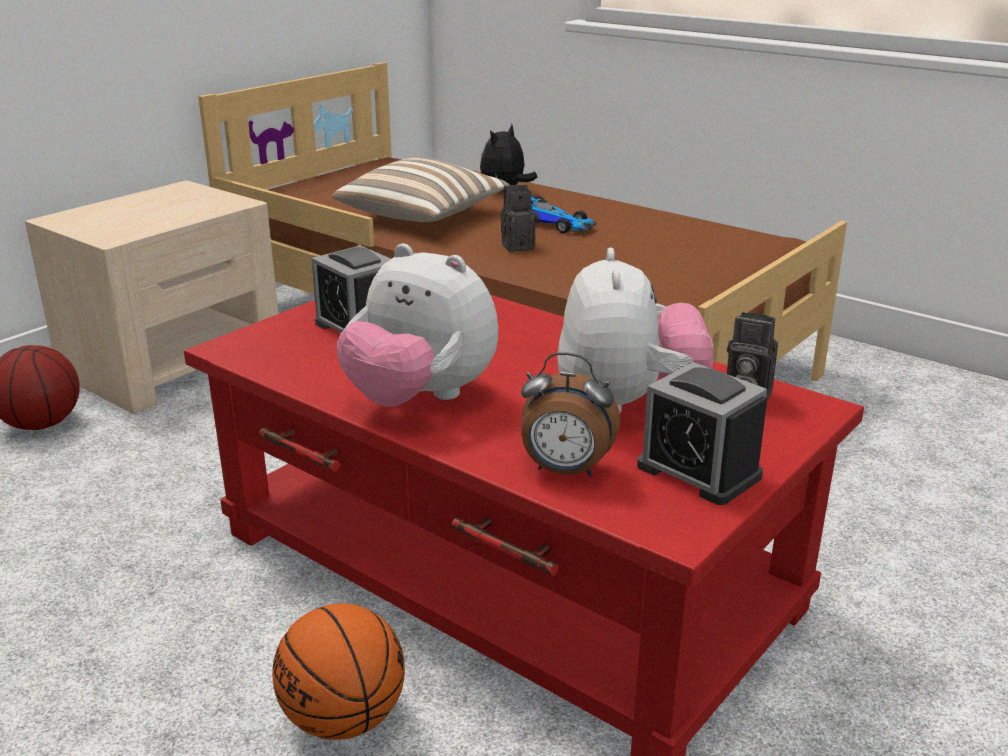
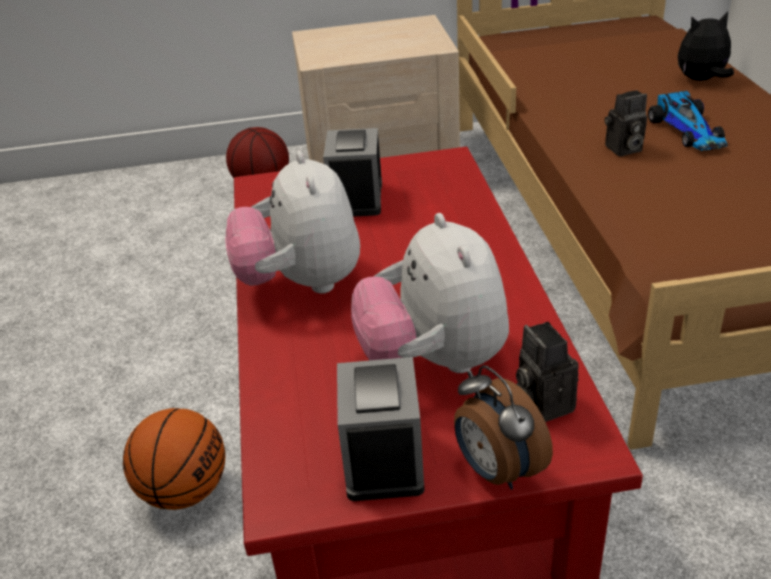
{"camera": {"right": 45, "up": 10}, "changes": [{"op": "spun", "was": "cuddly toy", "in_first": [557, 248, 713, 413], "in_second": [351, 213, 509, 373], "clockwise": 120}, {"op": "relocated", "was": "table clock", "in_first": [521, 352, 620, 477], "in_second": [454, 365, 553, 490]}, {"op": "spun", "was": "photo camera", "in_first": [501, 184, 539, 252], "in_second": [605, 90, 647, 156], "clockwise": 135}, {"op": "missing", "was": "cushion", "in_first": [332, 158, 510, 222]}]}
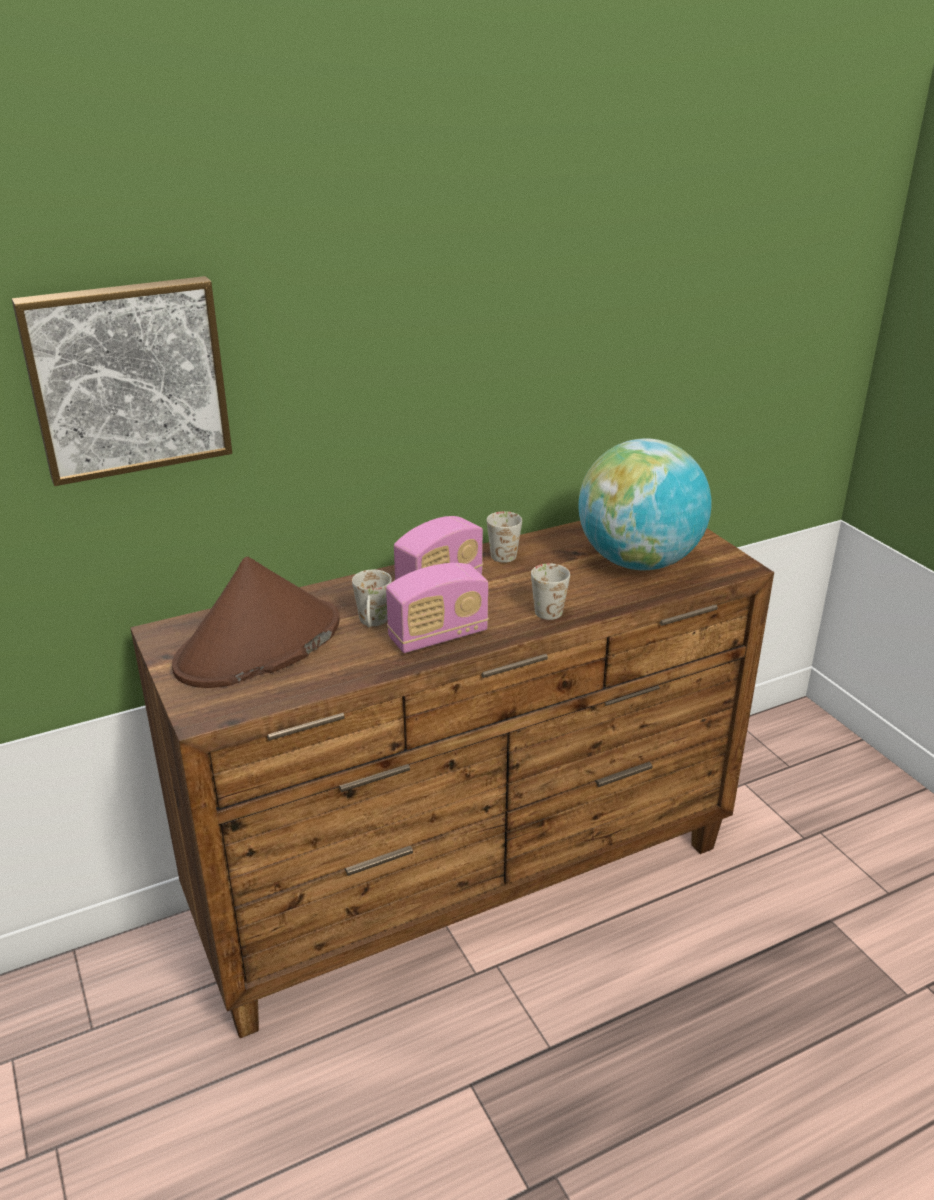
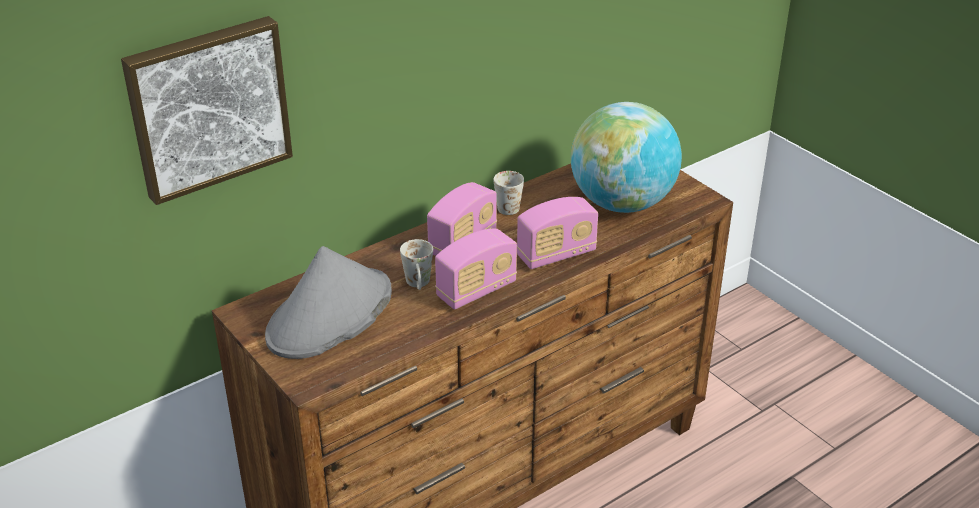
{"camera": {"right": -10, "up": 5}, "changes": [{"op": "colour", "was": "brown-coloured wearable hat", "now": "gray wearable hat", "in_first": [172, 557, 340, 688], "in_second": [265, 246, 392, 359]}, {"op": "exchanged", "was": "whitish coffee mug", "now": "radio set", "in_first": [531, 564, 570, 620], "in_second": [517, 197, 598, 269]}]}
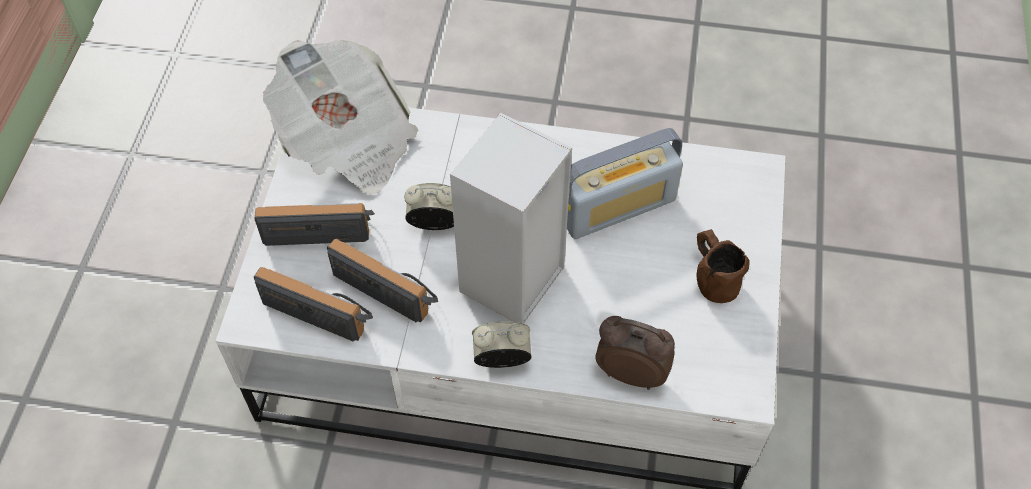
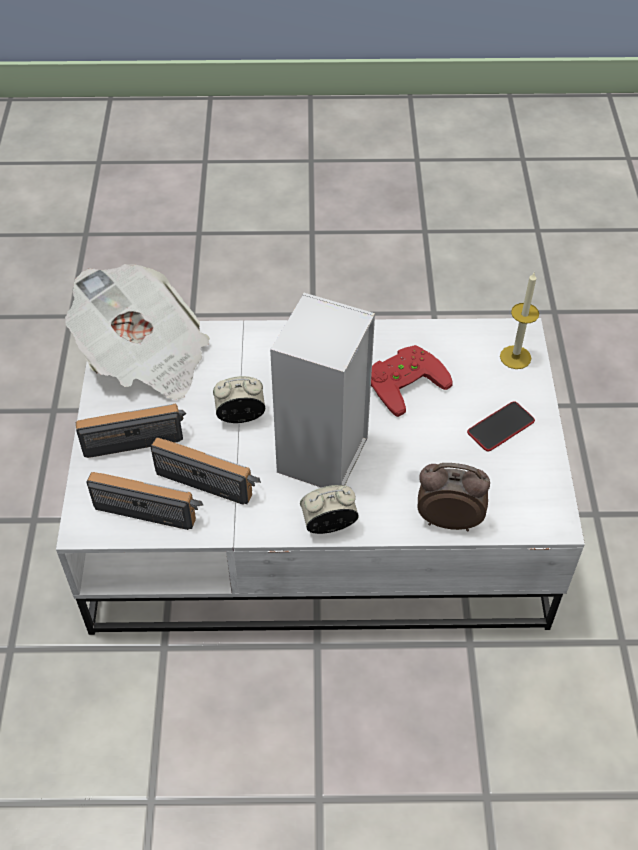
{"camera": {"right": -10, "up": -5}, "changes": [{"op": "exchanged", "was": "radio set", "now": "reddish joypad", "in_first": [567, 128, 683, 239], "in_second": [371, 345, 453, 417]}, {"op": "exchanged", "was": "brown-coloured coffee mug", "now": "telephone", "in_first": [696, 229, 750, 303], "in_second": [467, 401, 535, 451]}, {"op": "appeared", "now": "wax light", "in_second": [500, 273, 539, 369]}]}
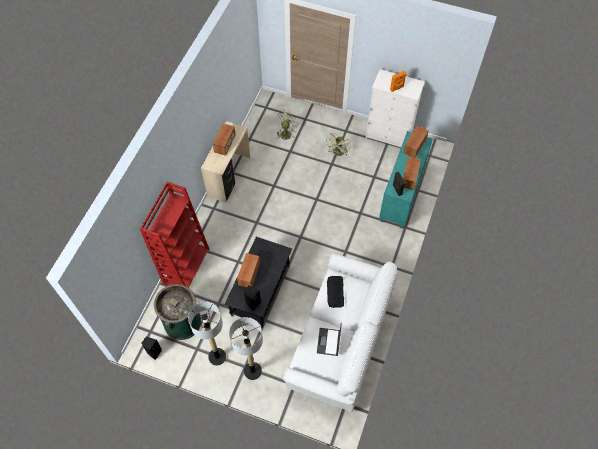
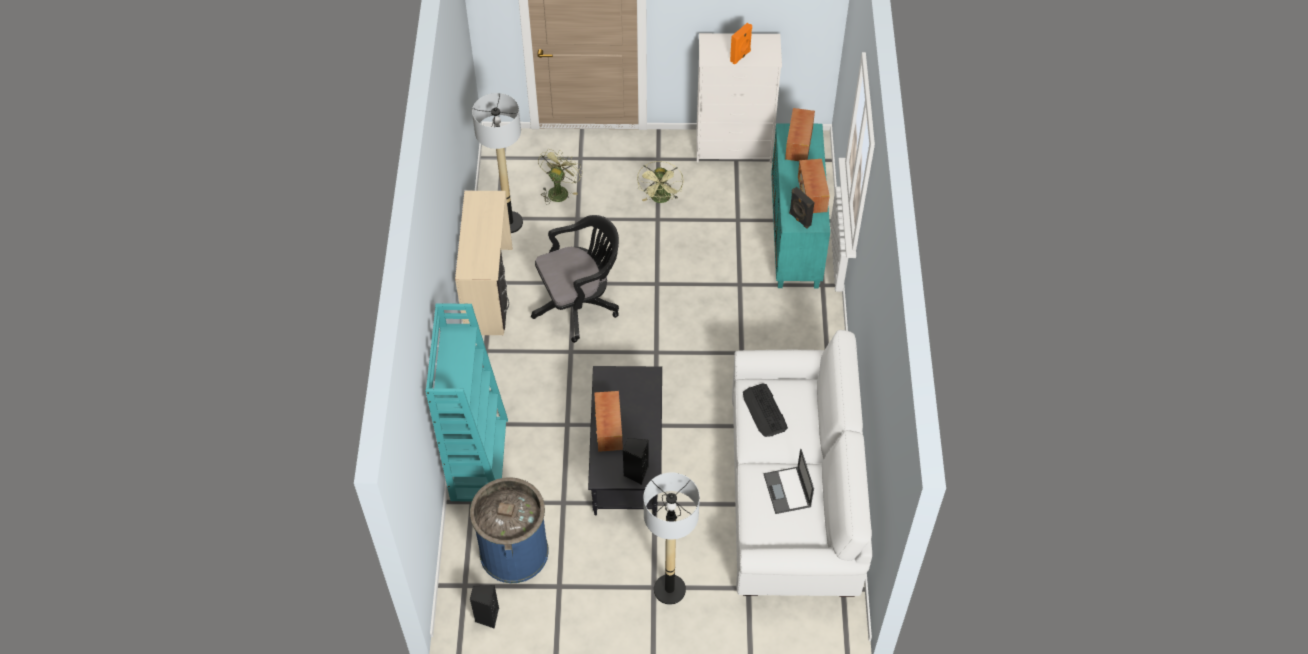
{"camera": {"right": -20, "up": -5}, "changes": [{"op": "colour", "was": "reddish bookcase", "now": "turquoise-coloured bookcase", "in_first": [140, 182, 209, 288], "in_second": [426, 303, 508, 501]}, {"op": "colour", "was": "green-coloured trash can", "now": "bluish trash can", "in_first": [154, 284, 201, 340], "in_second": [470, 477, 549, 583]}, {"op": "relocated", "was": "standing lamp", "in_first": [188, 302, 226, 366], "in_second": [472, 93, 523, 233]}, {"op": "appeared", "now": "black desk chair", "in_second": [531, 215, 619, 343]}, {"op": "missing", "was": "radio set", "in_first": [213, 123, 236, 156]}]}
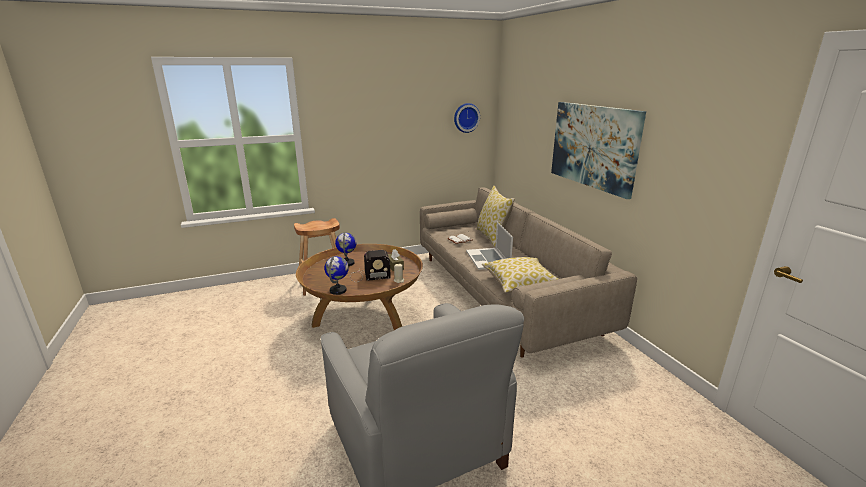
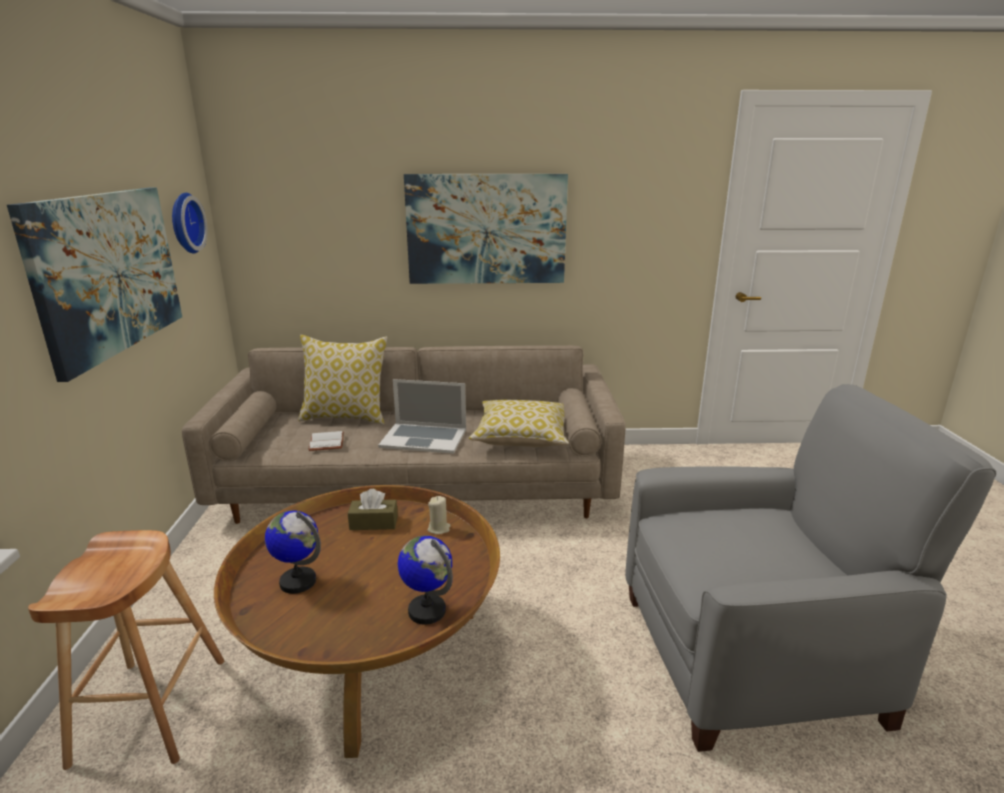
{"camera": {"right": -70, "up": 0}, "changes": [{"op": "appeared", "now": "wall picture", "in_second": [7, 188, 182, 382]}, {"op": "missing", "was": "radio set", "in_first": [350, 250, 391, 282]}]}
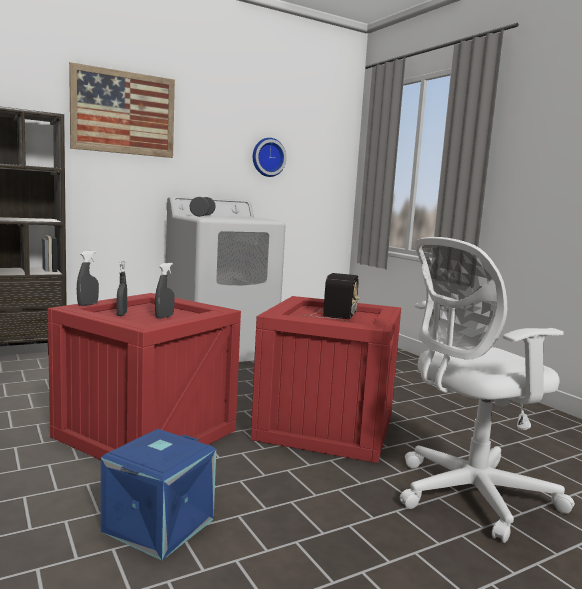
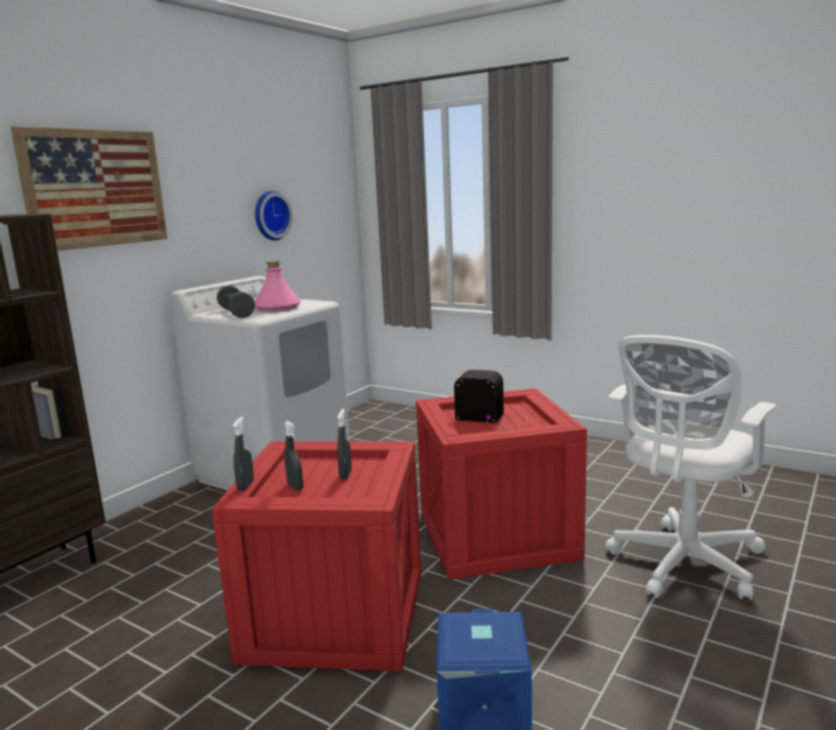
{"camera": {"right": -25, "up": 5}, "changes": [{"op": "appeared", "now": "pink drink bottle", "in_second": [255, 261, 301, 312]}, {"op": "spun", "was": "radio set", "in_first": [301, 273, 360, 322], "in_second": [454, 370, 528, 430], "clockwise": -60}]}
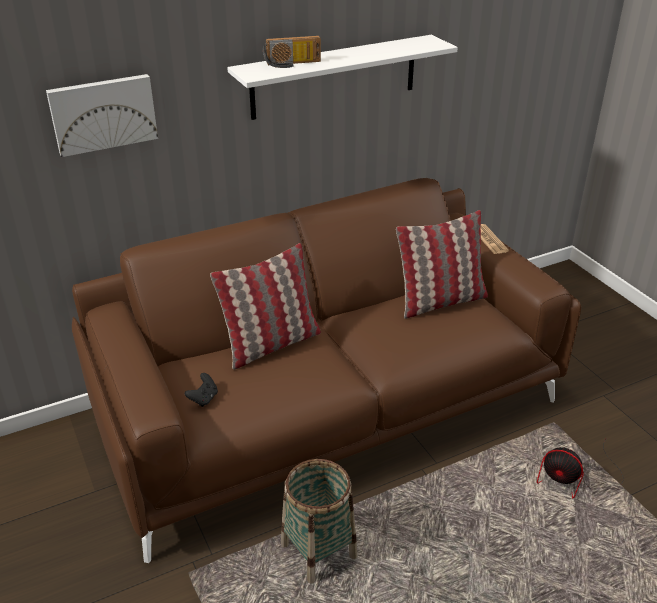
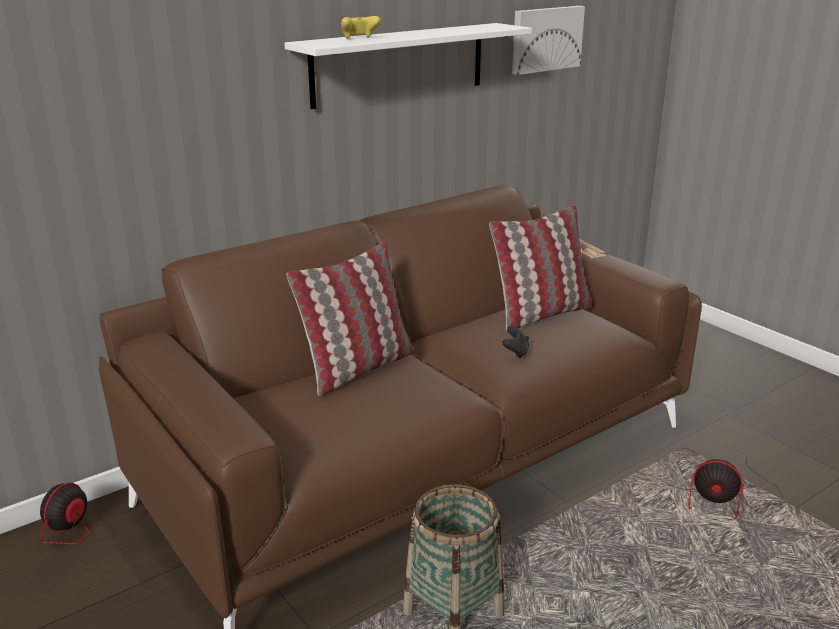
{"camera": {"right": -10, "up": -10}, "changes": [{"op": "appeared", "now": "cooling fan", "in_second": [31, 483, 139, 594]}, {"op": "exchanged", "was": "radio set", "now": "yellow joypad", "in_first": [263, 36, 321, 68], "in_second": [341, 16, 381, 39]}, {"op": "relocated", "was": "black joypad", "in_first": [185, 373, 218, 407], "in_second": [503, 326, 530, 358]}, {"op": "relocated", "was": "wall picture", "in_first": [46, 74, 158, 157], "in_second": [512, 6, 585, 75]}]}
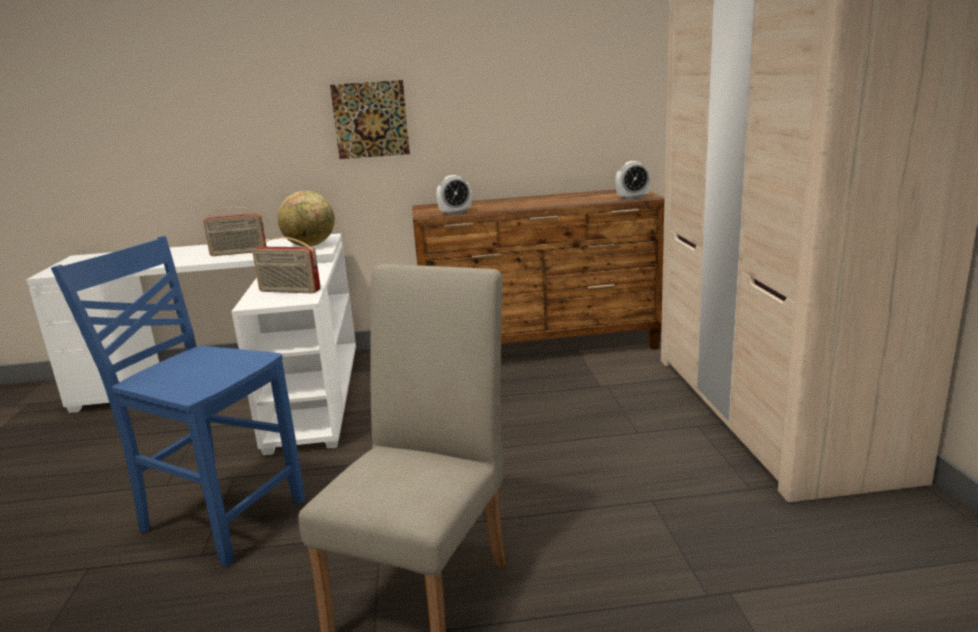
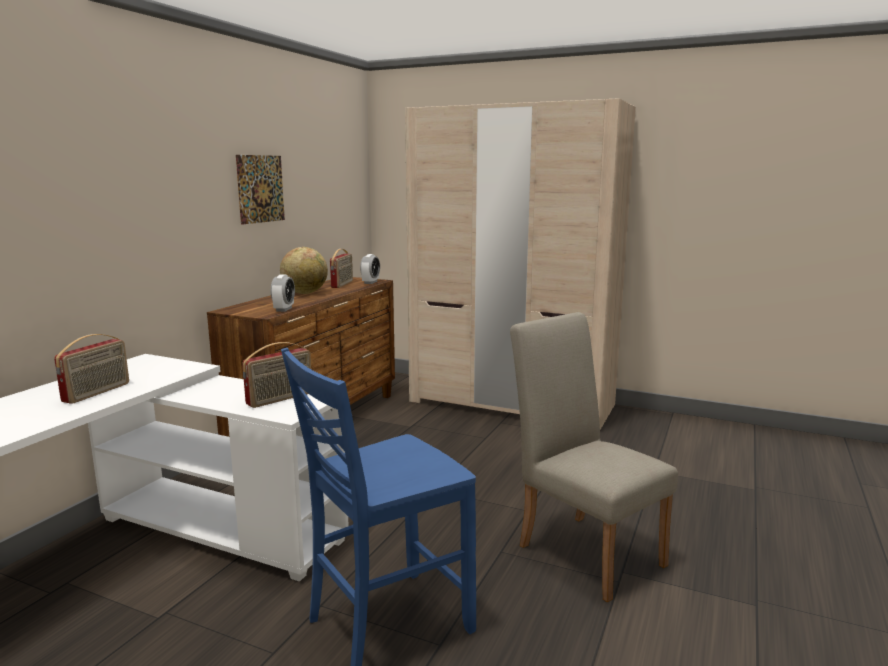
{"camera": {"right": -60, "up": -5}, "changes": [{"op": "relocated", "was": "wall picture", "in_first": [330, 80, 410, 159], "in_second": [236, 155, 285, 225]}, {"op": "relocated", "was": "world globe", "in_first": [277, 191, 335, 247], "in_second": [280, 247, 328, 294]}, {"op": "appeared", "now": "radio set", "in_second": [330, 249, 353, 288]}]}
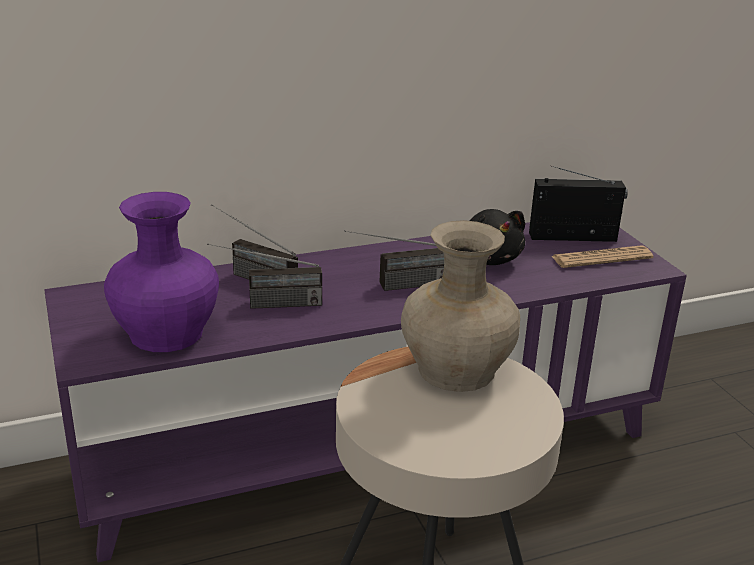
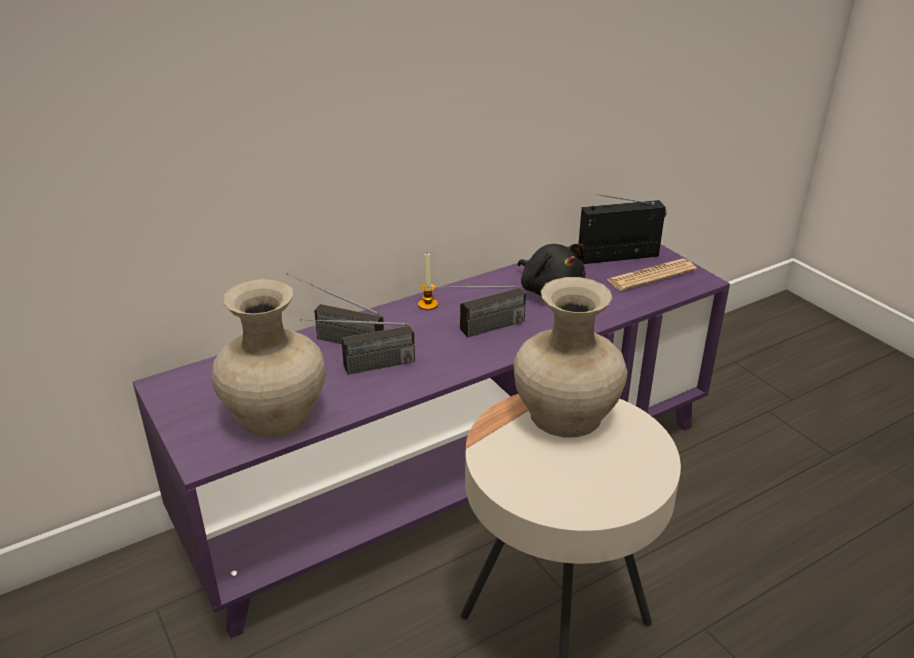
{"camera": {"right": -10, "up": 5}, "changes": [{"op": "colour", "was": "purple-coloured vase", "now": "beige-coloured vase", "in_first": [104, 192, 219, 352], "in_second": [212, 278, 325, 437]}, {"op": "appeared", "now": "wax light", "in_second": [418, 253, 438, 310]}]}
